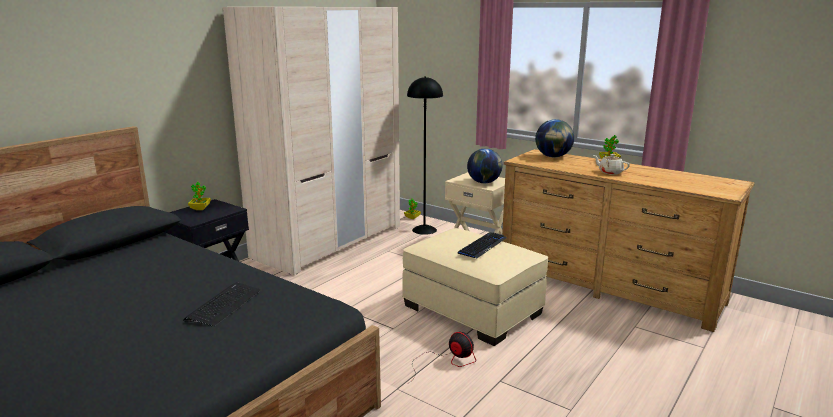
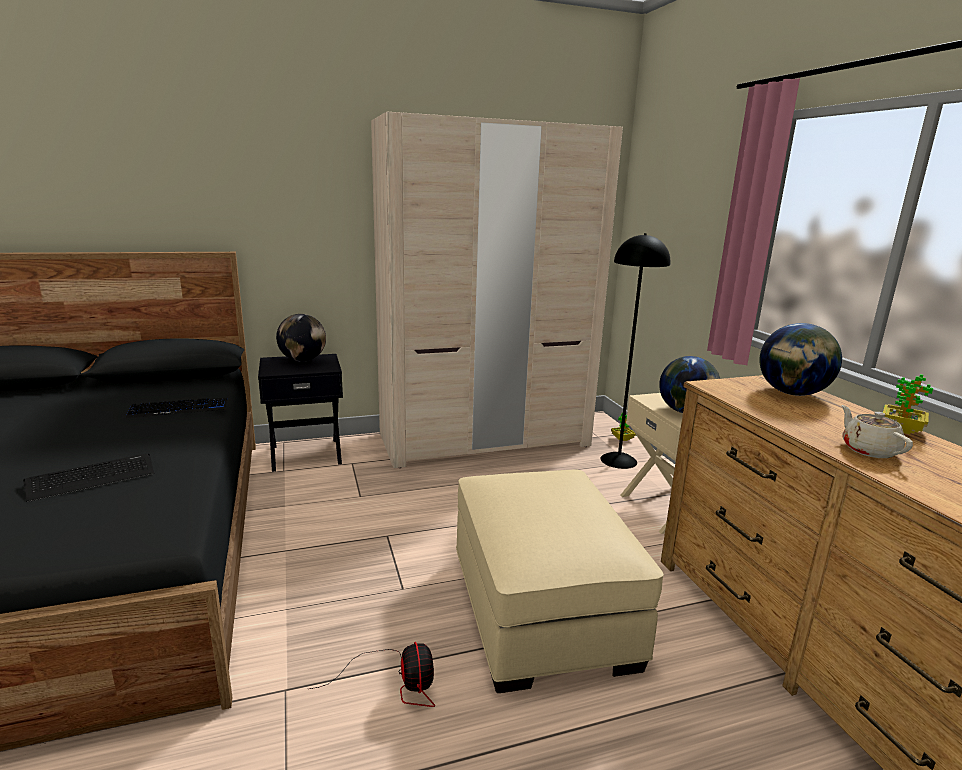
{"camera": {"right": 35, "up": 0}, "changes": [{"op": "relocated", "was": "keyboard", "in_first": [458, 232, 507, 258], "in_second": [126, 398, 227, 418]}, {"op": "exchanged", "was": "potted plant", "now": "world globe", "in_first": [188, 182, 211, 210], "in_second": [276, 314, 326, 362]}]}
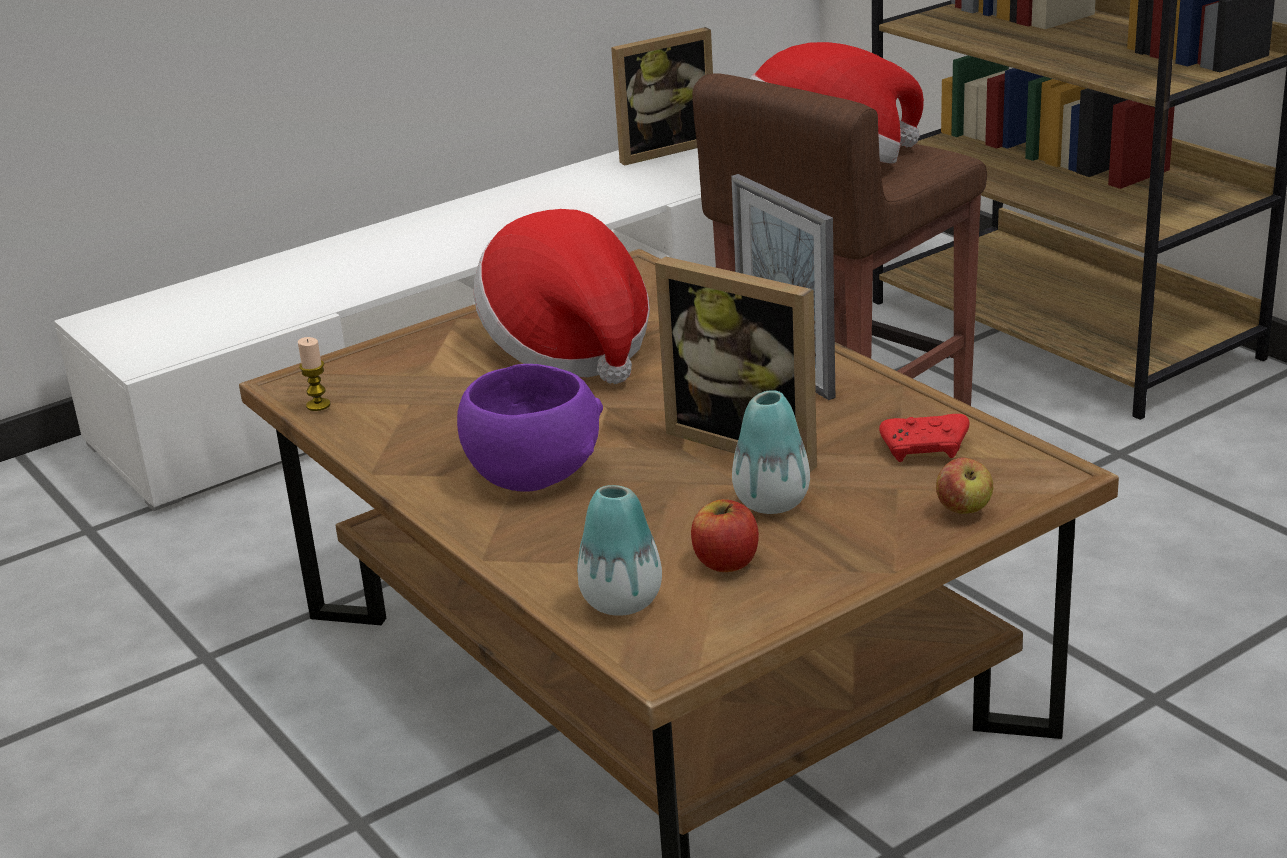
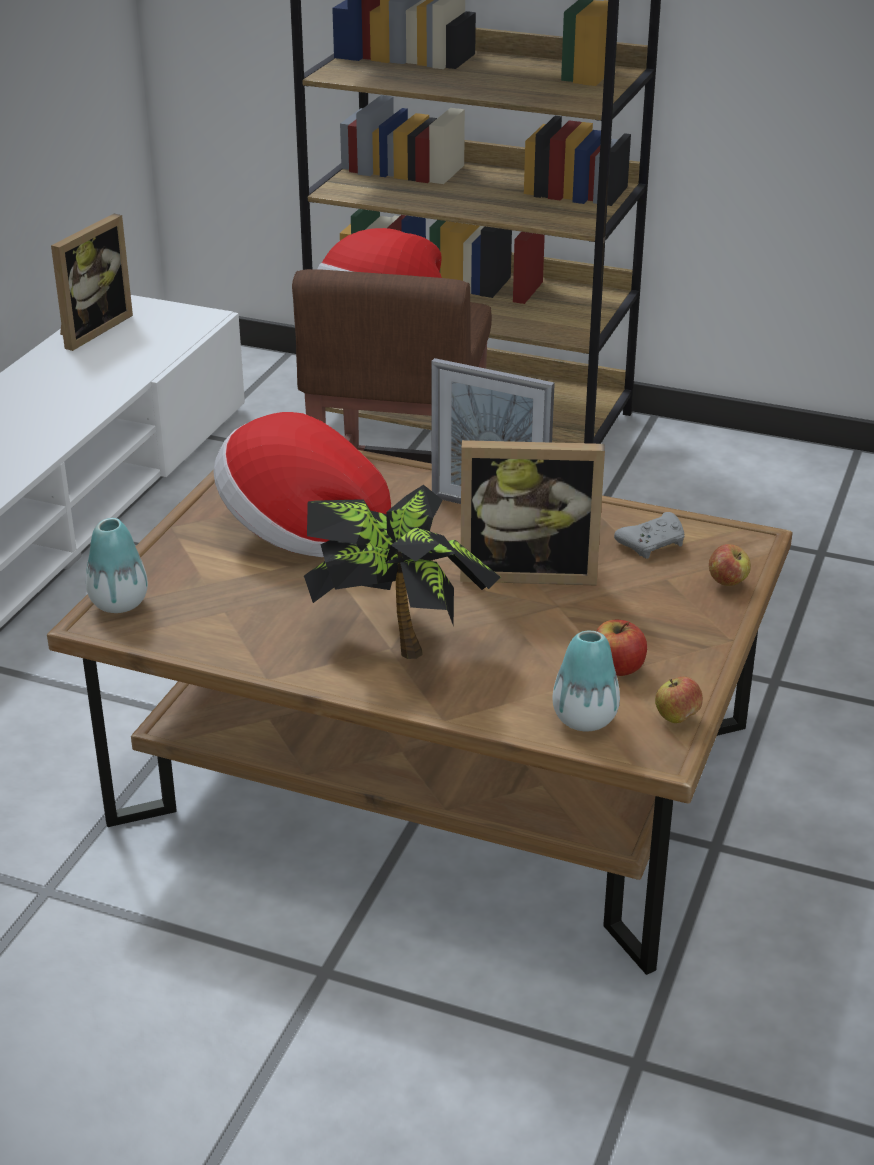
{"camera": {"right": -35, "up": 5}, "changes": [{"op": "relocated", "was": "vase", "in_first": [732, 390, 810, 514], "in_second": [86, 518, 148, 613]}, {"op": "exchanged", "was": "purple-coloured bowl", "now": "potted plant", "in_first": [457, 364, 603, 492], "in_second": [304, 485, 501, 659]}, {"op": "colour", "was": "reddish joypad", "now": "gray joypad", "in_first": [879, 414, 969, 462], "in_second": [614, 512, 684, 559]}, {"op": "appeared", "now": "whole apple", "in_second": [655, 677, 703, 723]}, {"op": "missing", "was": "wax light", "in_first": [298, 337, 330, 411]}]}
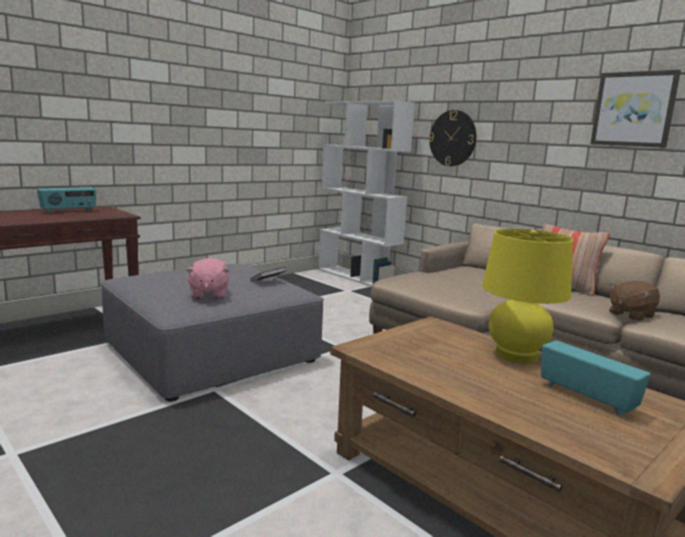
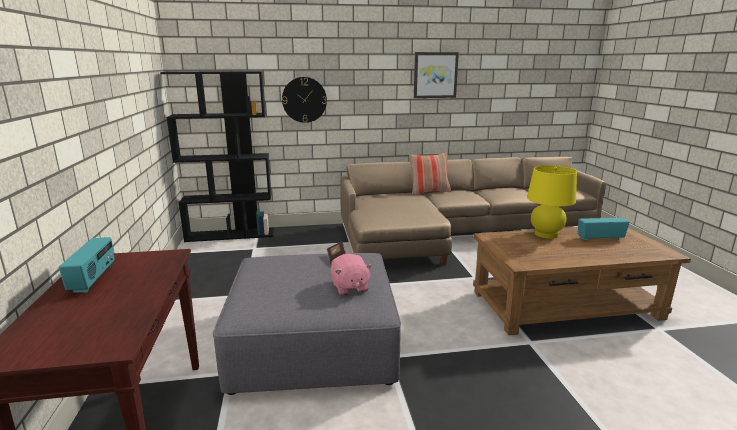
{"camera": {"right": -55, "up": 5}, "changes": [{"op": "colour", "was": "whitish bookcase", "now": "black bookcase", "in_first": [318, 100, 415, 287], "in_second": [160, 71, 274, 242]}, {"op": "spun", "was": "pink cuddly toy", "in_first": [186, 258, 229, 299], "in_second": [331, 254, 372, 296], "clockwise": 45}, {"op": "missing", "was": "brown-coloured cuddly toy", "in_first": [609, 280, 660, 321]}]}
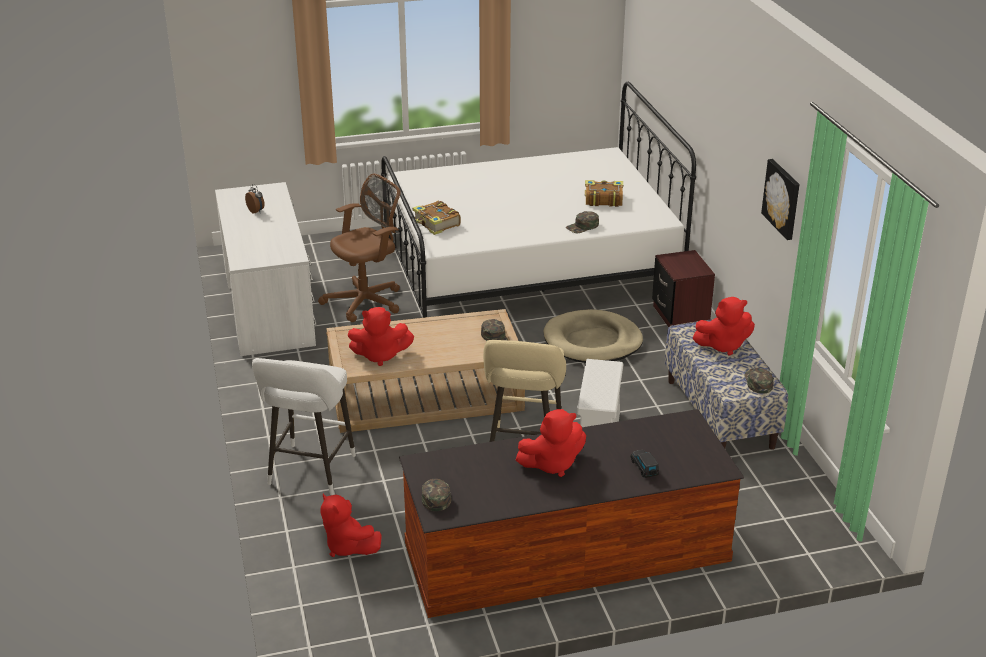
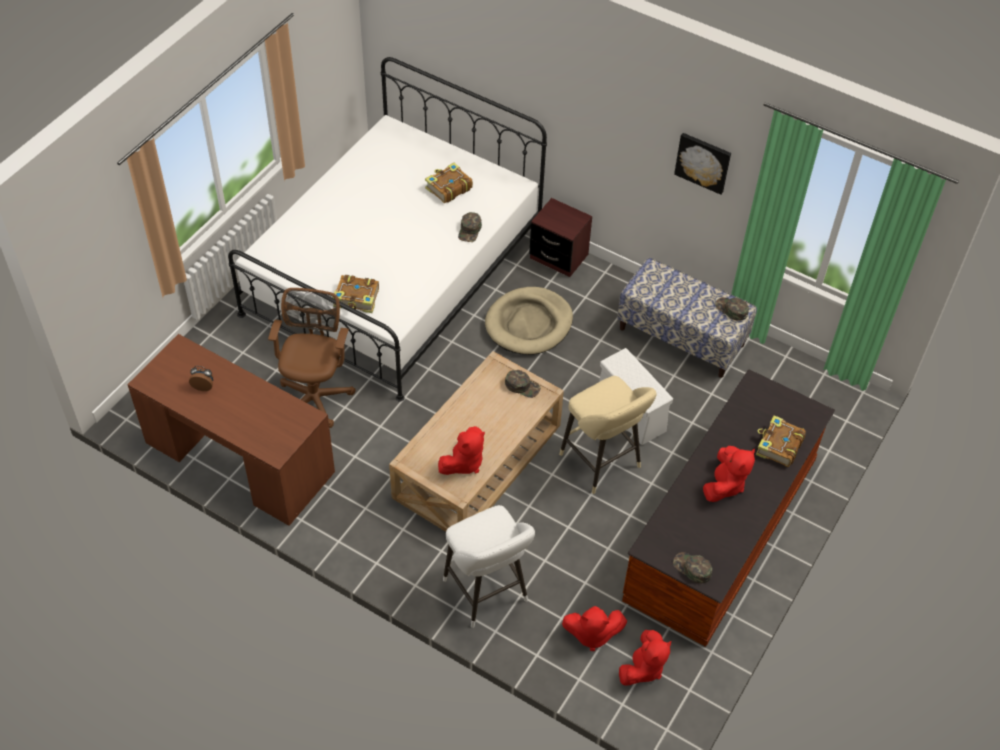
{"camera": {"right": -45, "up": 20}, "changes": [{"op": "colour", "was": "whitish desk unit", "now": "brown-coloured desk unit", "in_first": [215, 182, 317, 356], "in_second": [127, 334, 335, 526]}, {"op": "relocated", "was": "reddish cuddly toy", "in_first": [692, 297, 755, 356], "in_second": [619, 630, 672, 686]}, {"op": "exchanged", "was": "black toy car", "now": "book", "in_first": [631, 450, 659, 478], "in_second": [756, 415, 806, 467]}]}
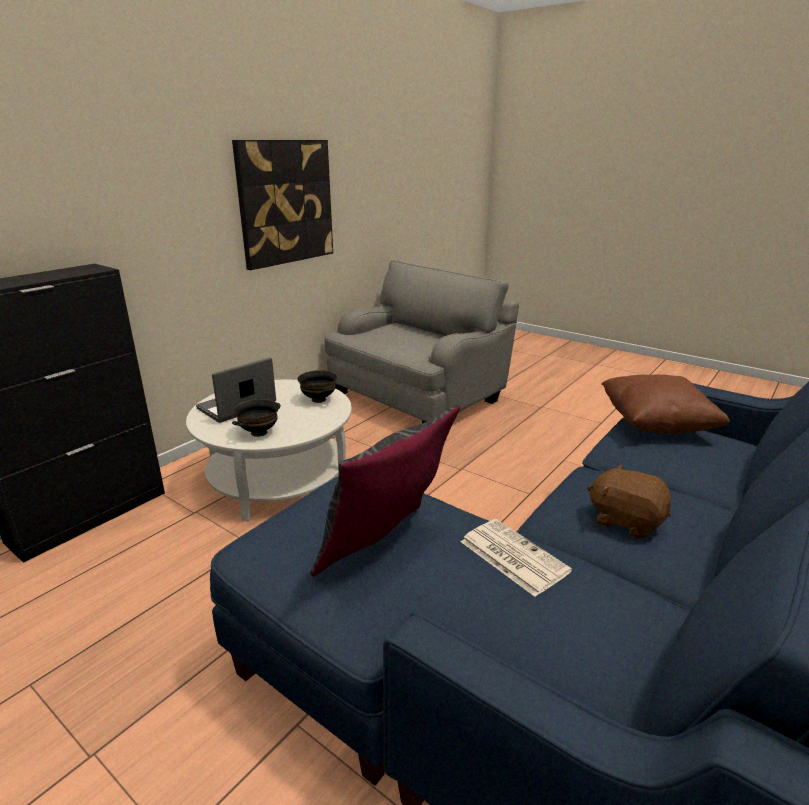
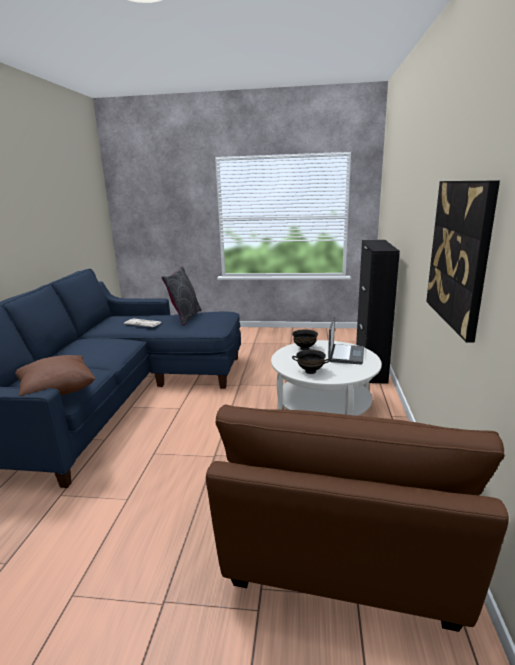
{"camera": {"right": 150, "up": -5}, "changes": [{"op": "colour", "was": "gray easy chair", "now": "brown-coloured easy chair", "in_first": [324, 260, 519, 423], "in_second": [206, 404, 509, 632]}, {"op": "missing", "was": "brown-coloured cuddly toy", "in_first": [587, 464, 671, 539]}]}
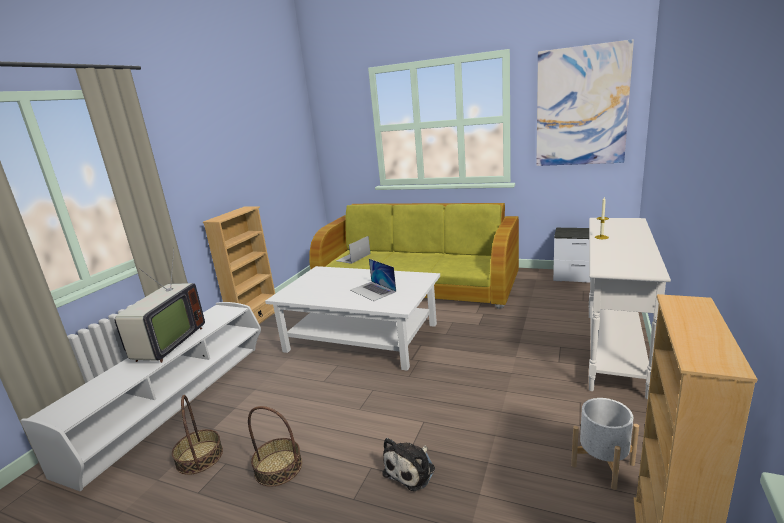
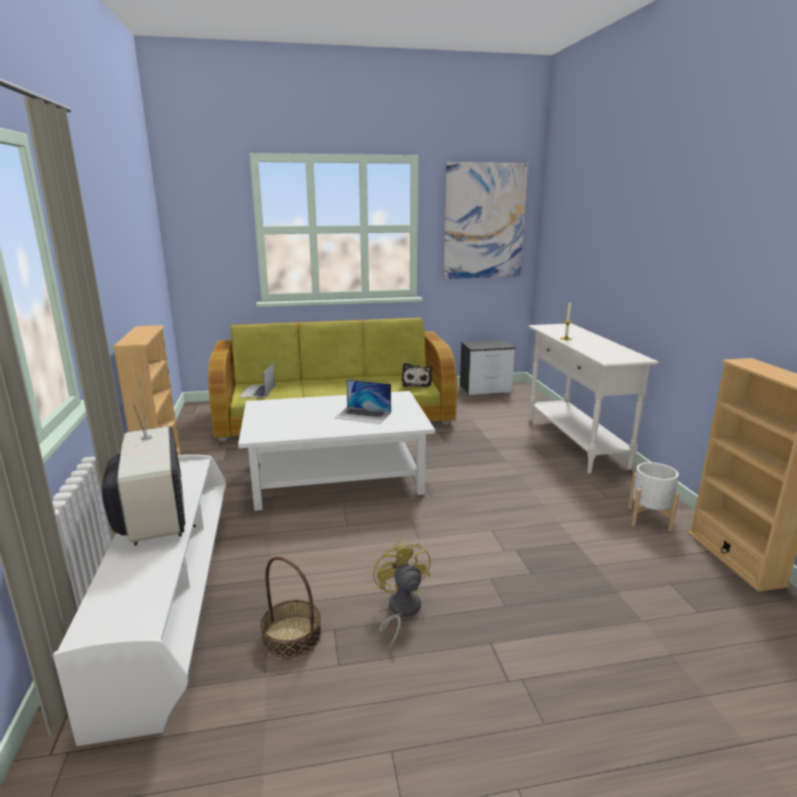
{"camera": {"right": -35, "up": 0}, "changes": [{"op": "exchanged", "was": "basket", "now": "yellow cooling fan", "in_first": [248, 406, 302, 487], "in_second": [373, 540, 431, 649]}, {"op": "relocated", "was": "cuddly toy", "in_first": [382, 438, 435, 491], "in_second": [402, 363, 432, 387]}]}
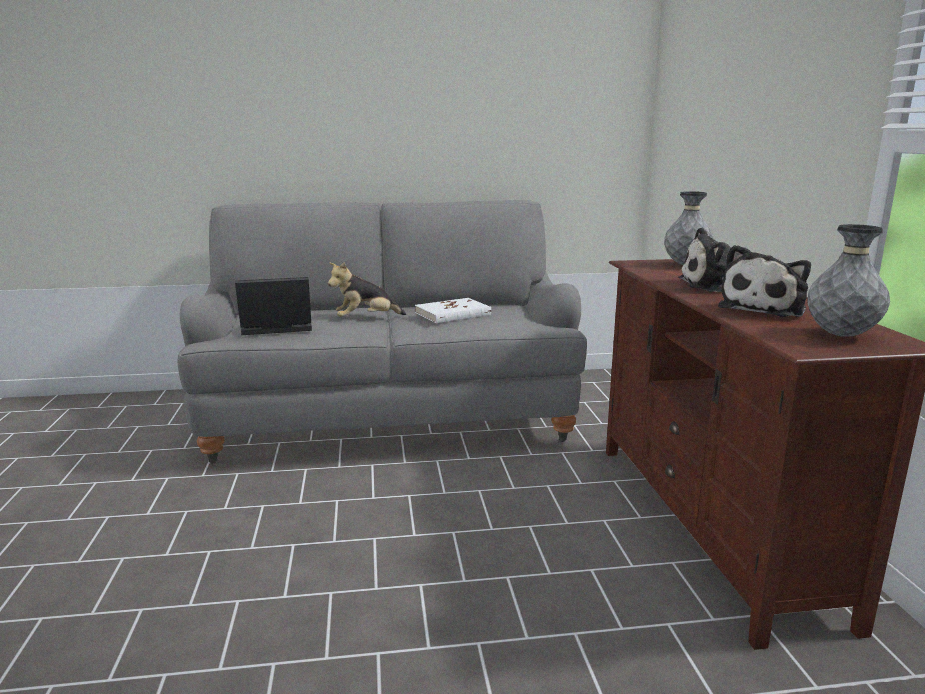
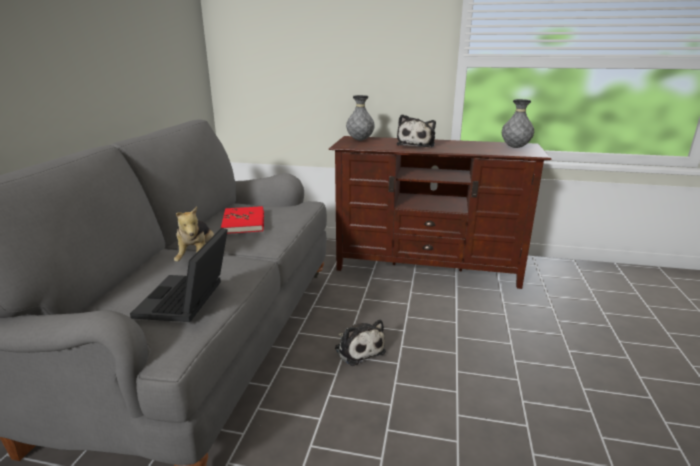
{"camera": {"right": -70, "up": 5}, "changes": [{"op": "colour", "was": "whitish book", "now": "reddish book", "in_first": [415, 298, 491, 323], "in_second": [221, 206, 264, 234]}, {"op": "relocated", "was": "cuddly toy", "in_first": [718, 245, 811, 317], "in_second": [335, 320, 386, 366]}]}
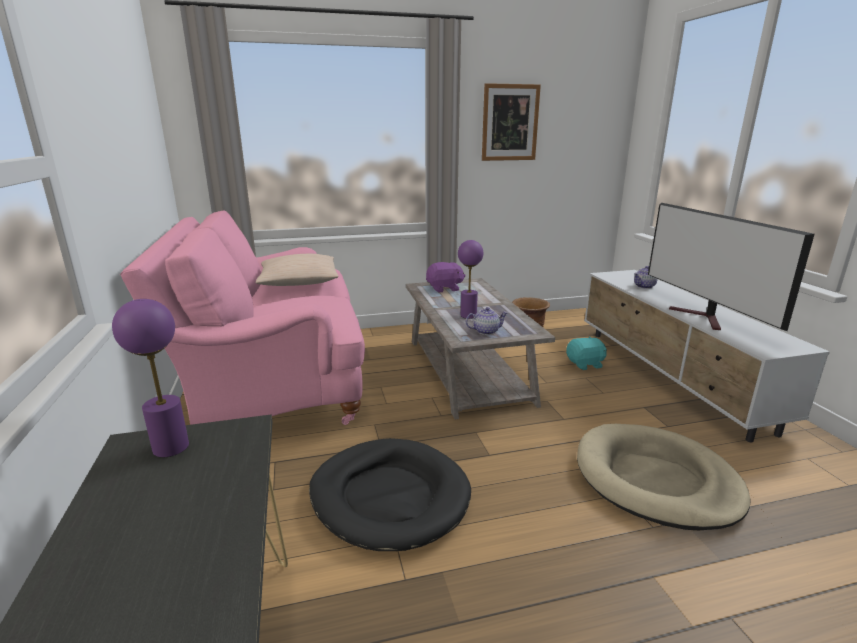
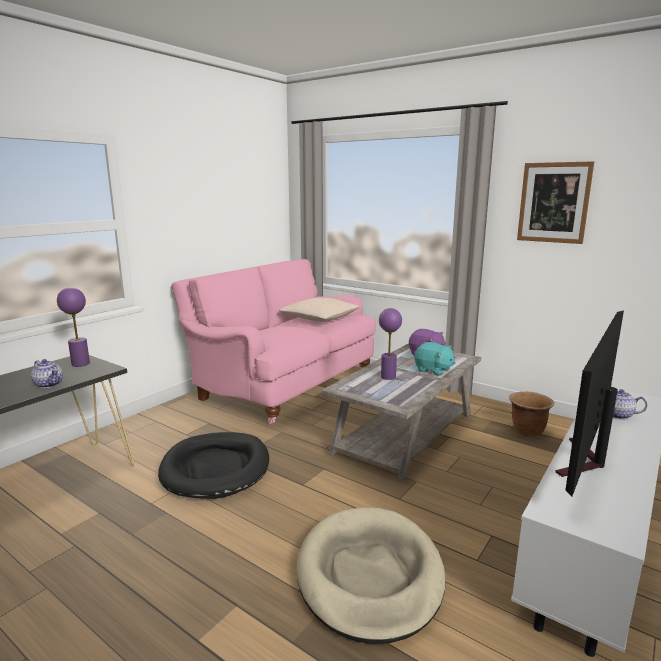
{"camera": {"right": 50, "up": -5}, "changes": [{"op": "relocated", "was": "tea pot", "in_first": [466, 307, 508, 335], "in_second": [31, 359, 63, 388]}, {"op": "relocated", "was": "turquoise-coloured cuddly toy", "in_first": [566, 336, 607, 370], "in_second": [414, 342, 456, 376]}]}
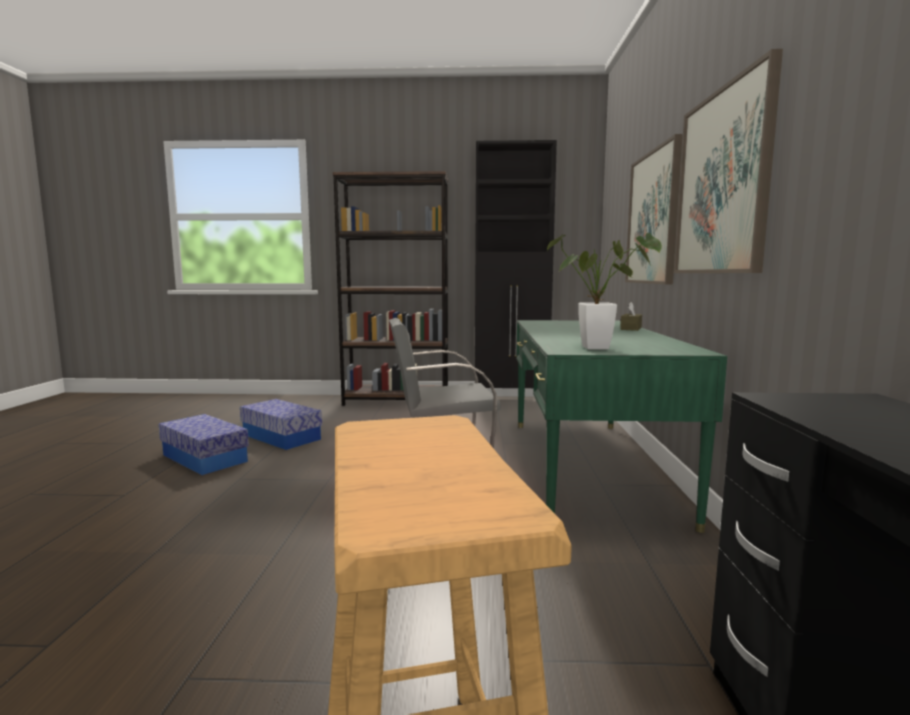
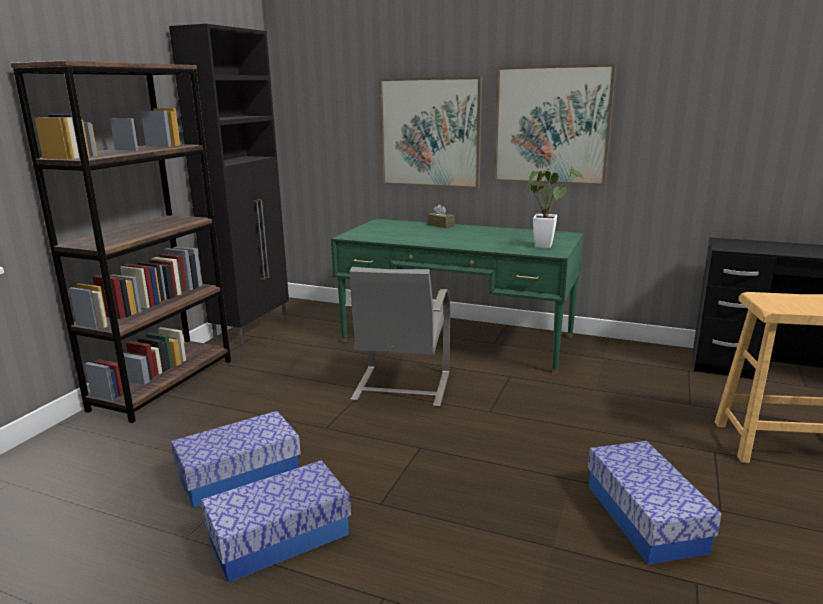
{"camera": {"right": -70, "up": 10}, "changes": [{"op": "appeared", "now": "storage box", "in_second": [588, 441, 721, 564]}]}
